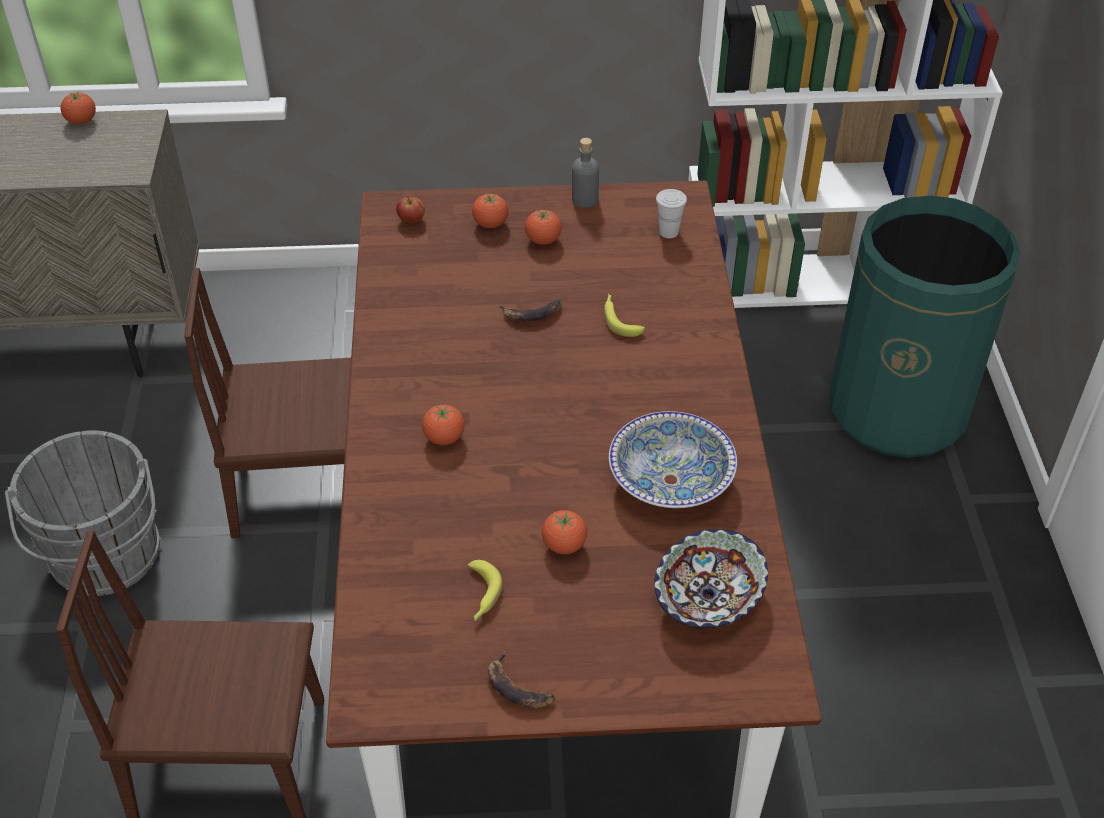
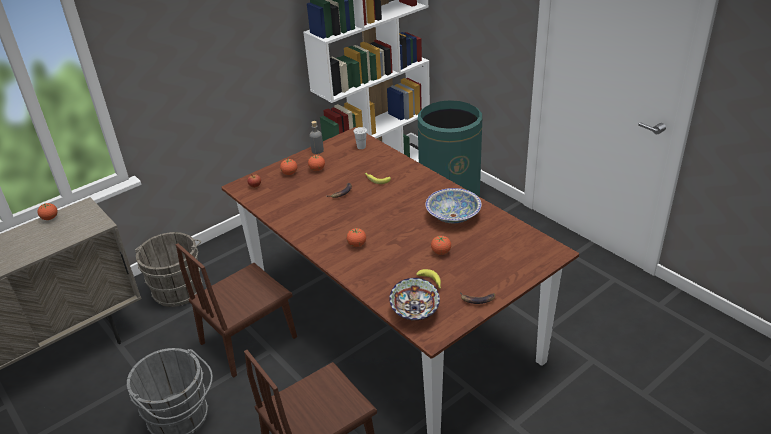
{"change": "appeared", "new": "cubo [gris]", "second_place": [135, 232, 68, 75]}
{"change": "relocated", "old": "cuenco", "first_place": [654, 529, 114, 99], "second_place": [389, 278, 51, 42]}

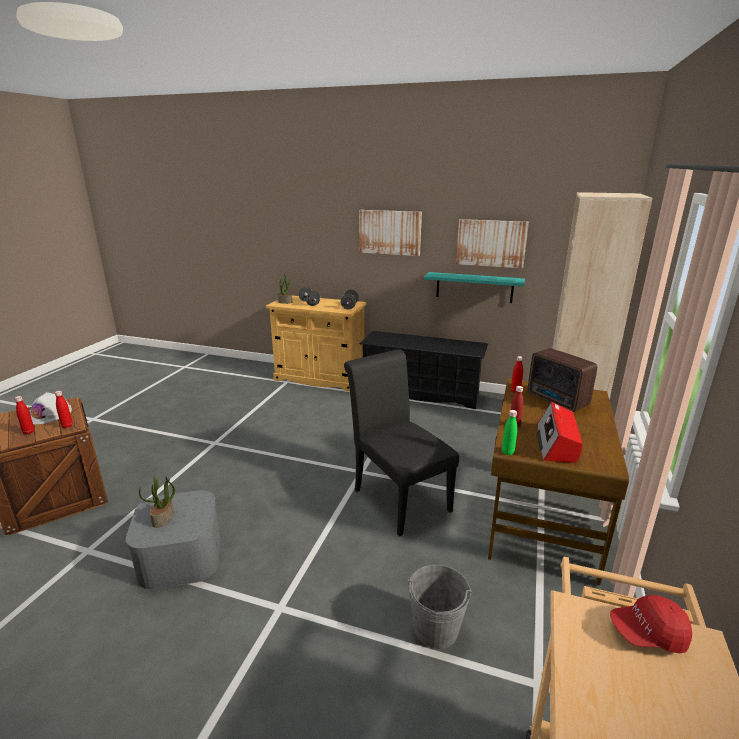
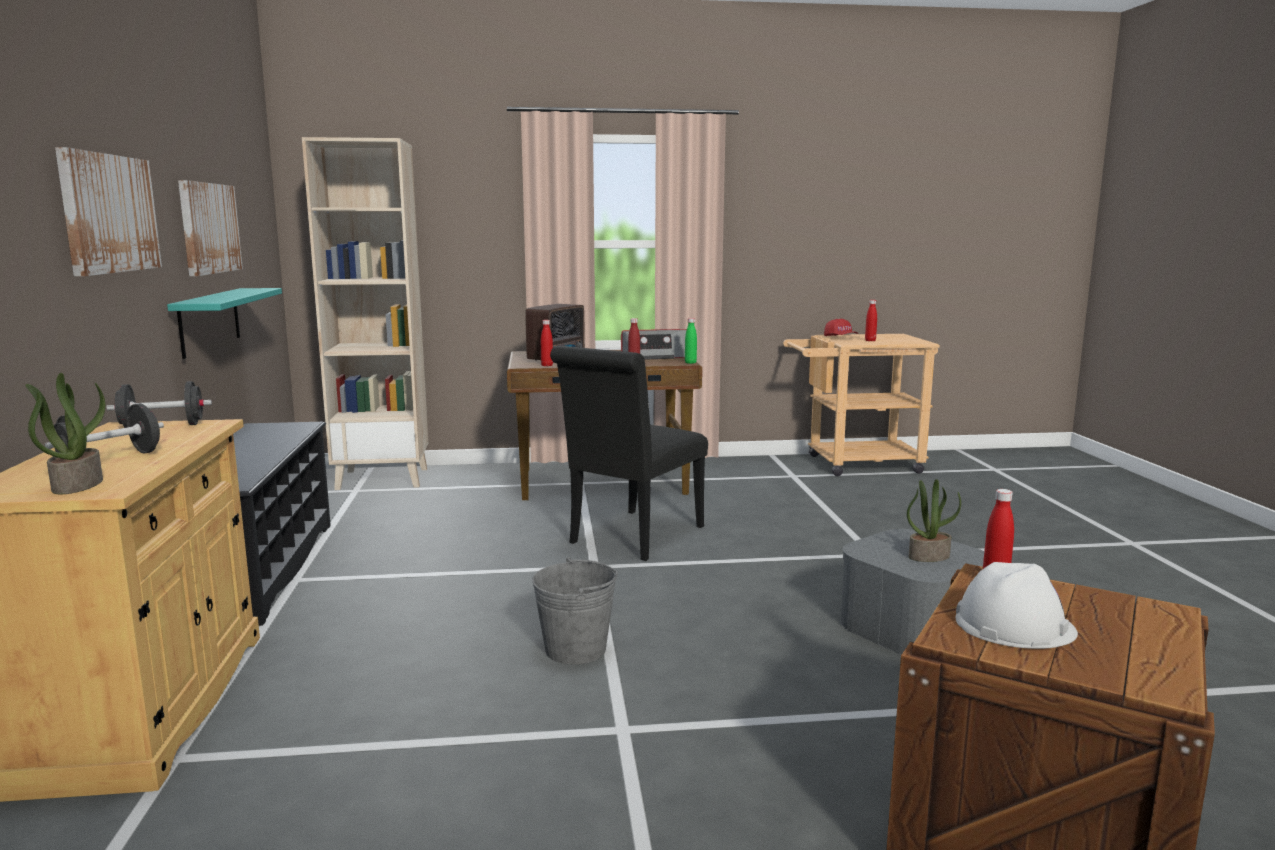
{"change": "relocated", "old": "cubo [gris]", "first_place": [408, 565, 64, 84], "second_place": [532, 557, 86, 107]}
{"change": "relocated", "old": "botella [rojo]", "first_place": [14, 396, 21, 38], "second_place": [865, 300, 12, 41]}

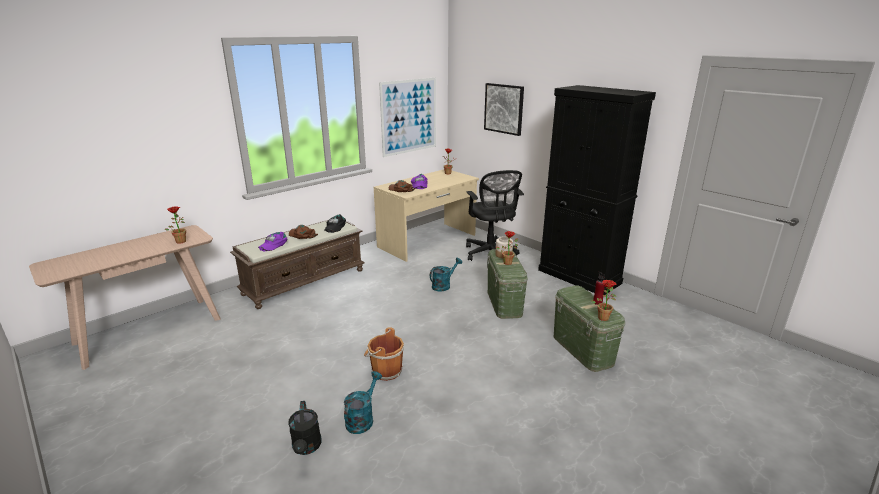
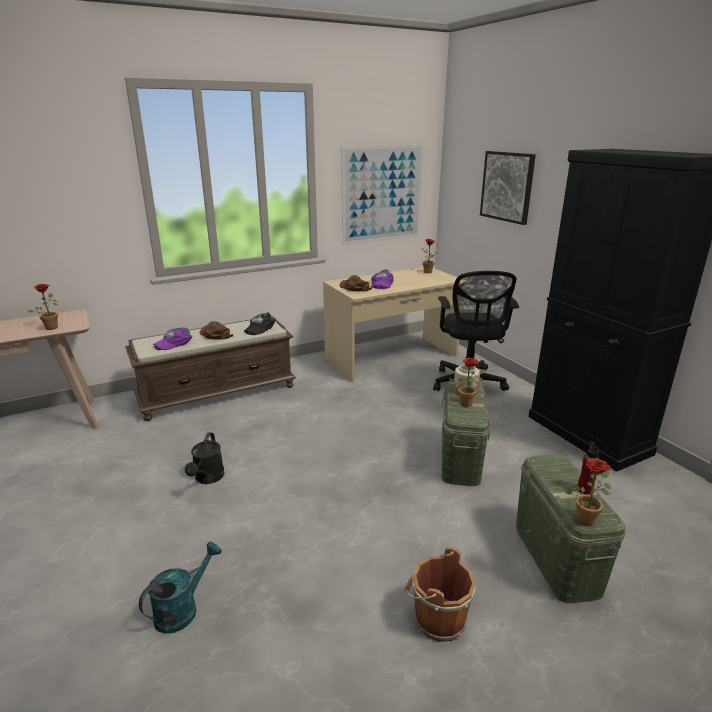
{"change": "relocated", "old": "regadera [negro]", "first_place": [288, 401, 33, 54], "second_place": [185, 433, 40, 51]}
{"change": "relocated", "old": "cubo [marrón]", "first_place": [364, 327, 40, 54], "second_place": [405, 547, 71, 95]}
{"change": "missing", "old": "regadera [turquesa]", "first_place": [430, 258, 32, 34]}

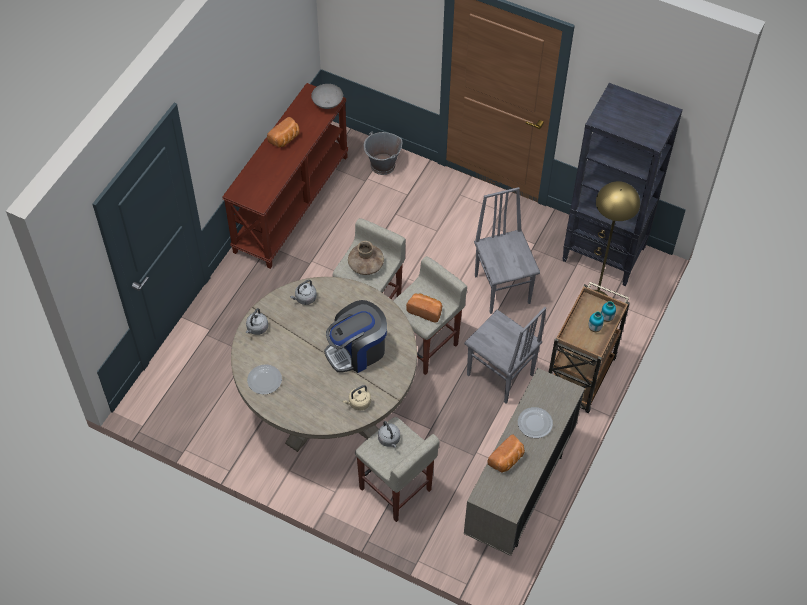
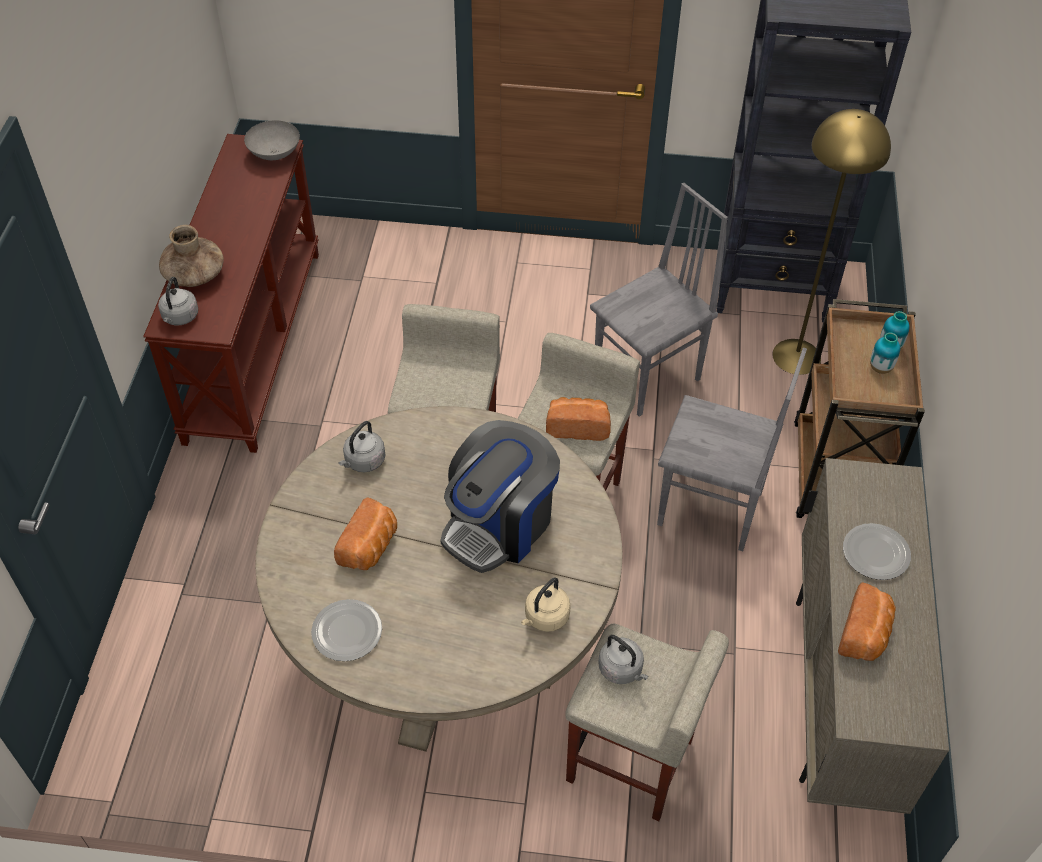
{"change": "relocated", "old": "hervidor [gris]", "first_place": [246, 308, 22, 27], "second_place": [158, 277, 40, 48]}
{"change": "relocated", "old": "florero [marrón]", "first_place": [348, 241, 36, 34], "second_place": [159, 225, 65, 62]}
{"change": "relocated", "old": "pan", "first_place": [267, 117, 33, 31], "second_place": [334, 497, 63, 73]}
{"change": "spun", "old": "silla [gris]", "first_place": [474, 187, 66, 127], "second_place": [590, 183, 138, 234], "degrees": 90}
{"change": "missing", "old": "cubo [gris]", "first_place": [364, 132, 38, 43]}

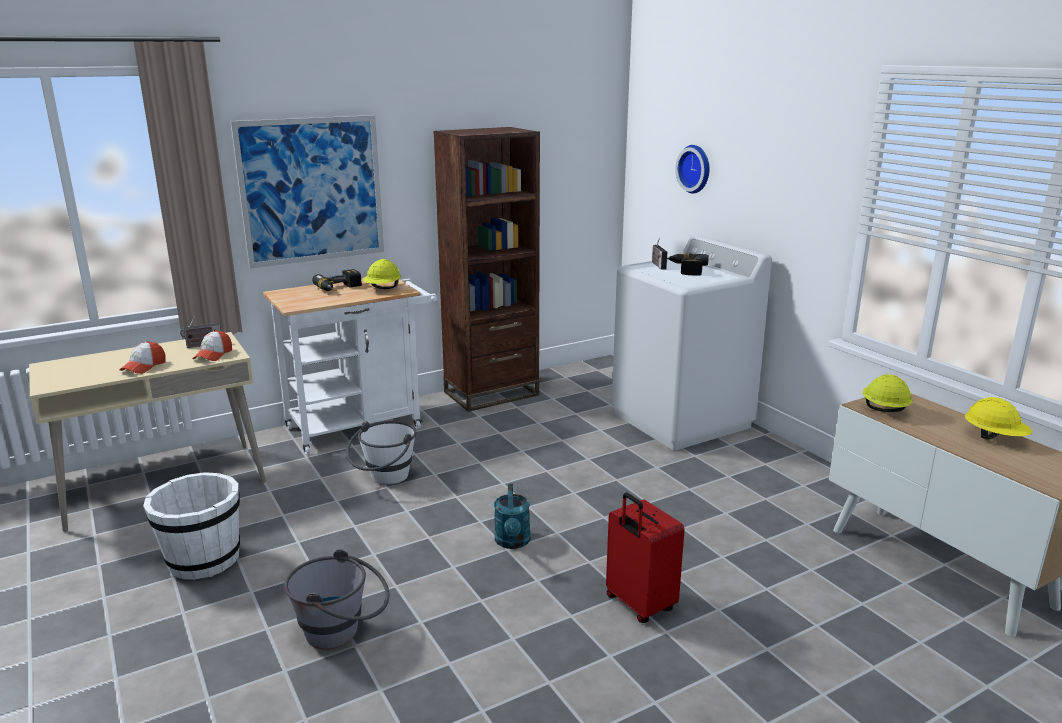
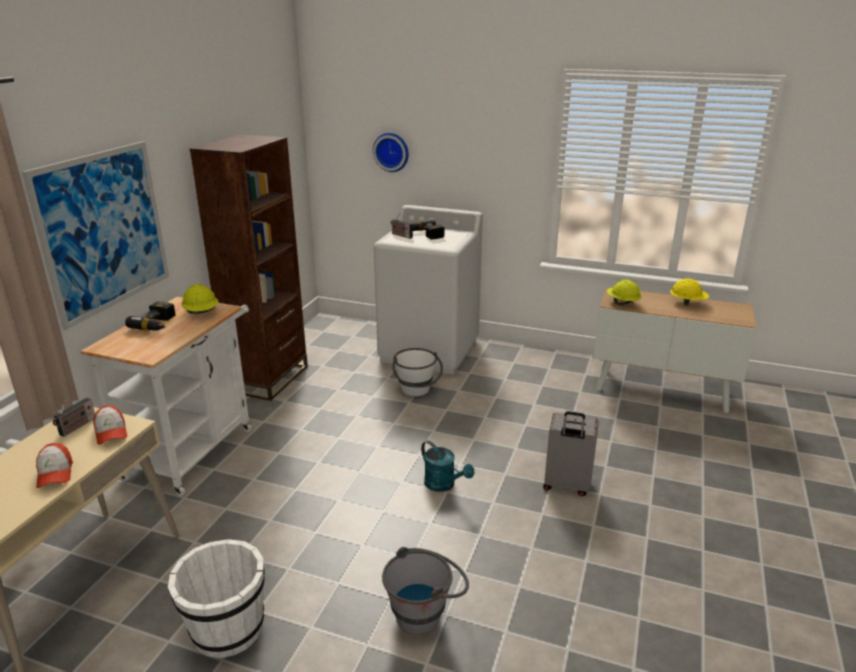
{"change": "relocated", "old": "cubo [blanco]", "first_place": [346, 421, 70, 64], "second_place": [393, 348, 50, 49]}
{"change": "colour", "old": "maleta [rojo]", "new": "maleta [gris]", "first_place": [606, 493, 79, 130], "second_place": [543, 411, 56, 85]}

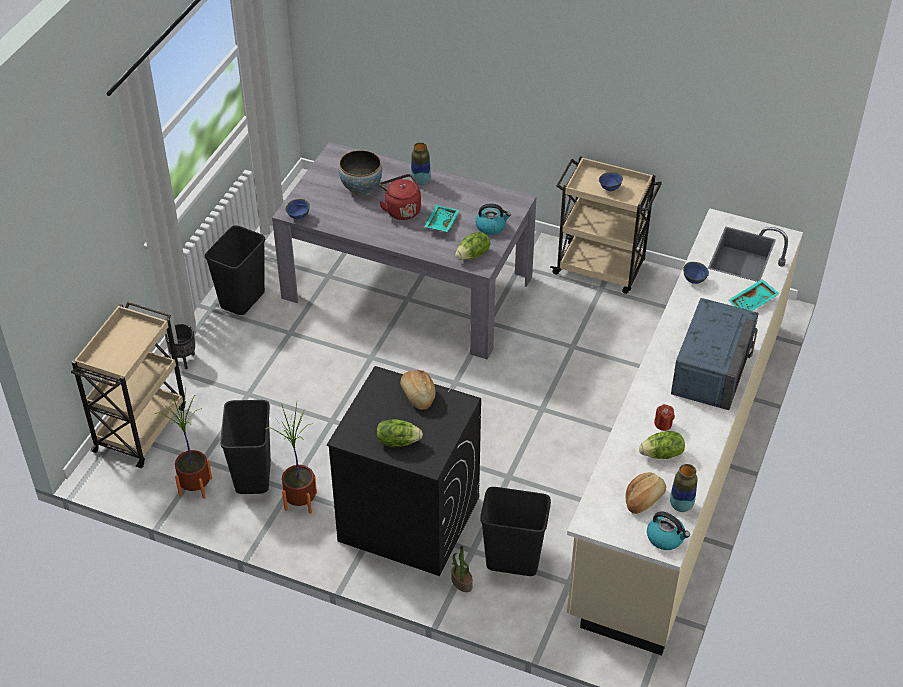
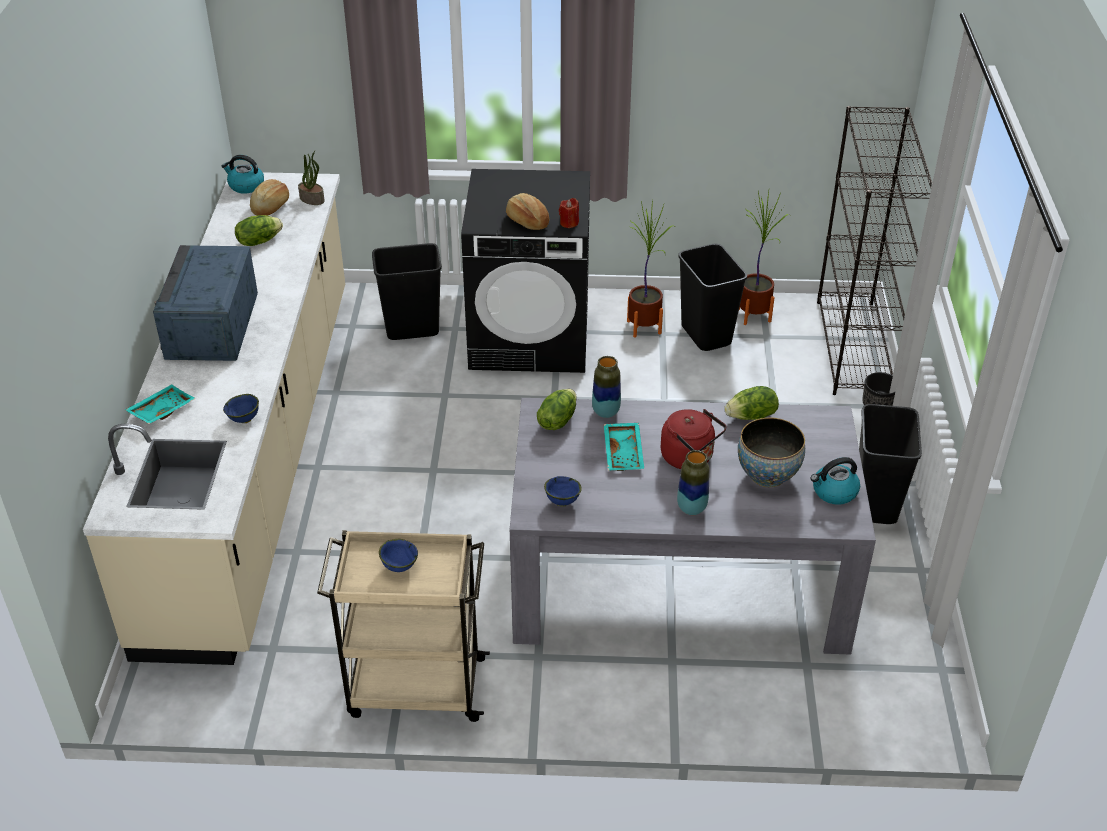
{"change": "relocated", "old": "planta en maceta", "first_place": [451, 546, 22, 46], "second_place": [298, 151, 27, 54]}
{"change": "relocated", "old": "cuenco [azul]", "first_place": [286, 199, 24, 20], "second_place": [544, 476, 38, 31]}
{"change": "relocated", "old": "vela [rojo]", "first_place": [654, 404, 21, 27], "second_place": [559, 198, 20, 30]}
{"change": "relocated", "old": "florero", "first_place": [670, 464, 27, 48], "second_place": [592, 356, 29, 62]}
{"change": "relocated", "old": "lechuga", "first_place": [376, 419, 47, 28], "second_place": [724, 386, 55, 34]}
{"change": "relocated", "old": "hervidor", "first_place": [475, 203, 36, 32], "second_place": [810, 457, 50, 48]}
{"change": "exchanged", "old": "carrito [beis]", "new": "estantería [negro]", "first_place": [71, 302, 115, 166], "second_place": [817, 106, 115, 289]}

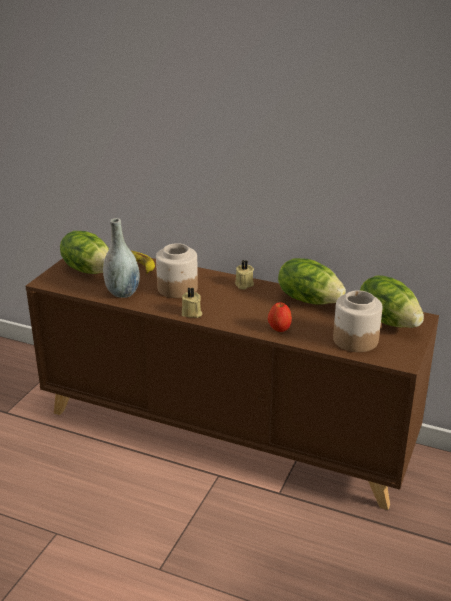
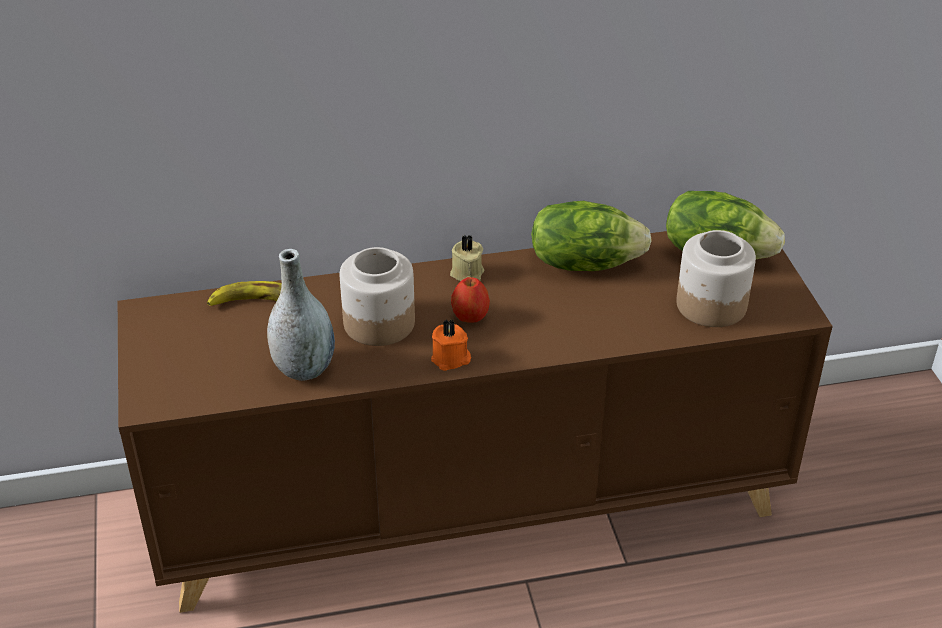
{"change": "colour", "old": "vela [beis]", "new": "vela [naranja]", "first_place": [181, 287, 21, 31], "second_place": [431, 319, 40, 52]}
{"change": "relocated", "old": "manzana", "first_place": [268, 302, 24, 30], "second_place": [451, 277, 39, 46]}
{"change": "missing", "old": "lechuga", "first_place": [60, 231, 49, 43]}

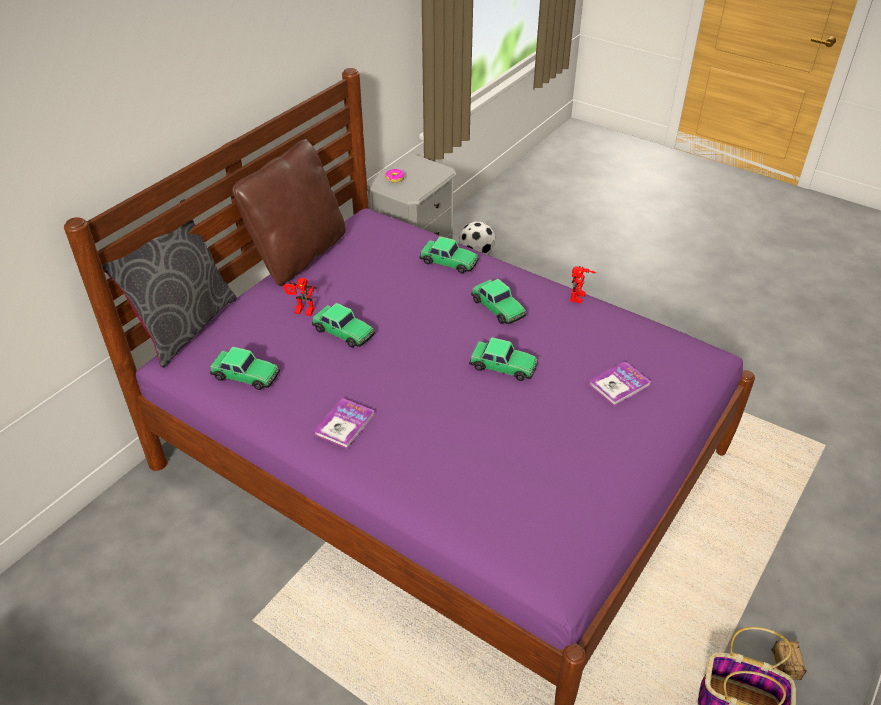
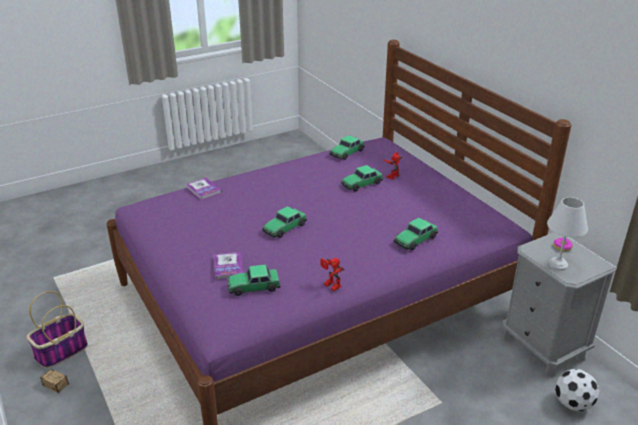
{"change": "relocated", "old": "libro", "first_place": [313, 398, 62, 51], "second_place": [186, 178, 36, 22]}
{"change": "relocated", "old": "coche de juguete", "first_place": [471, 279, 56, 46], "second_place": [228, 265, 52, 31]}
{"change": "appeared", "new": "lámpara de mesa [blanco]", "second_place": [547, 197, 41, 74]}
{"change": "missing", "old": "cojín [gris]", "first_place": [102, 199, 135, 169]}
{"change": "missing", "old": "cojín [marrón]", "first_place": [232, 139, 114, 147]}

